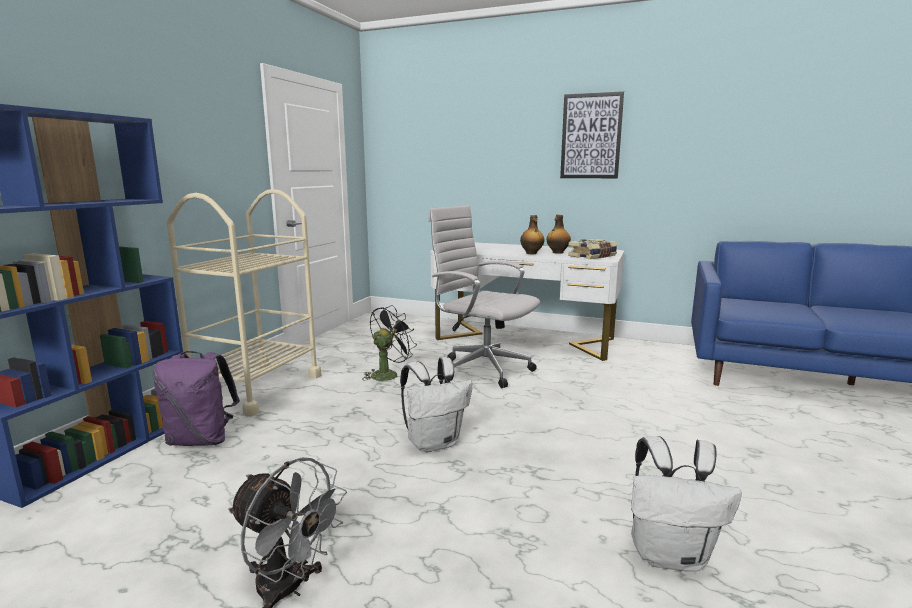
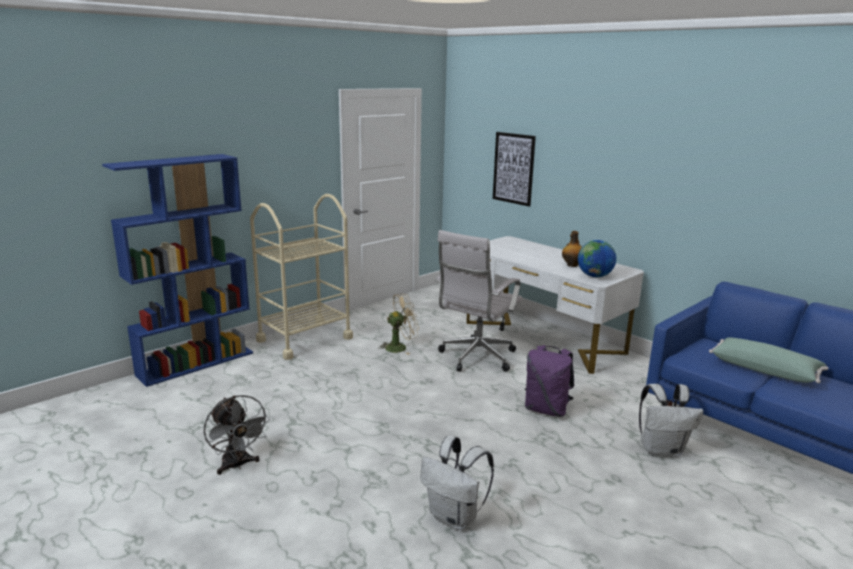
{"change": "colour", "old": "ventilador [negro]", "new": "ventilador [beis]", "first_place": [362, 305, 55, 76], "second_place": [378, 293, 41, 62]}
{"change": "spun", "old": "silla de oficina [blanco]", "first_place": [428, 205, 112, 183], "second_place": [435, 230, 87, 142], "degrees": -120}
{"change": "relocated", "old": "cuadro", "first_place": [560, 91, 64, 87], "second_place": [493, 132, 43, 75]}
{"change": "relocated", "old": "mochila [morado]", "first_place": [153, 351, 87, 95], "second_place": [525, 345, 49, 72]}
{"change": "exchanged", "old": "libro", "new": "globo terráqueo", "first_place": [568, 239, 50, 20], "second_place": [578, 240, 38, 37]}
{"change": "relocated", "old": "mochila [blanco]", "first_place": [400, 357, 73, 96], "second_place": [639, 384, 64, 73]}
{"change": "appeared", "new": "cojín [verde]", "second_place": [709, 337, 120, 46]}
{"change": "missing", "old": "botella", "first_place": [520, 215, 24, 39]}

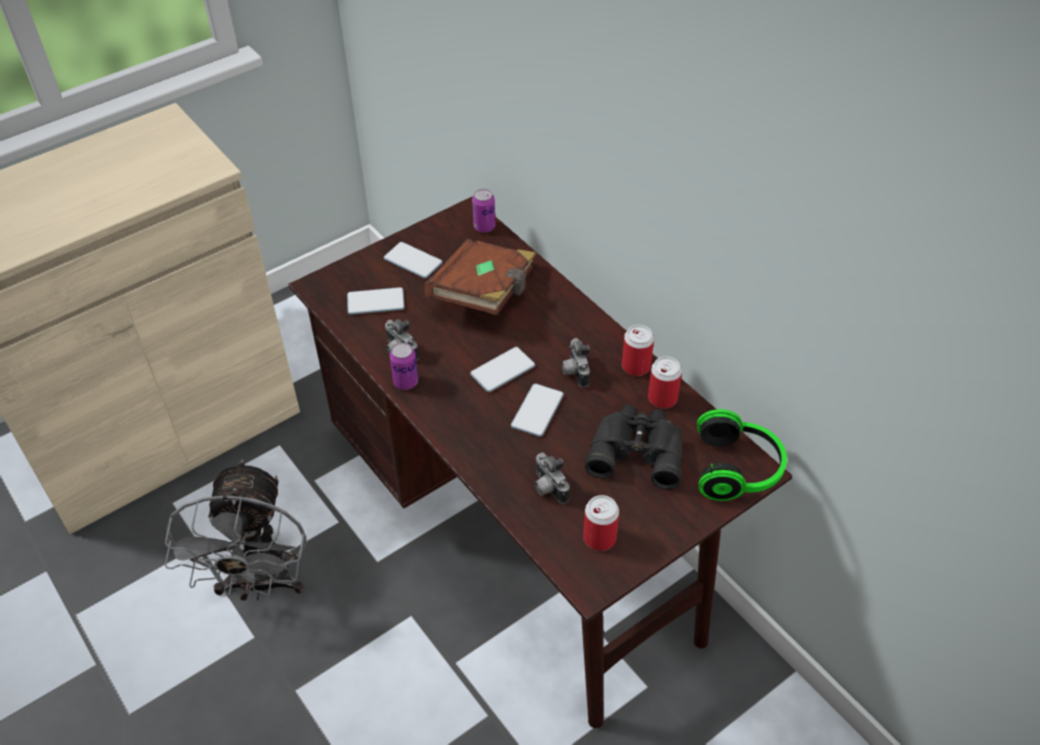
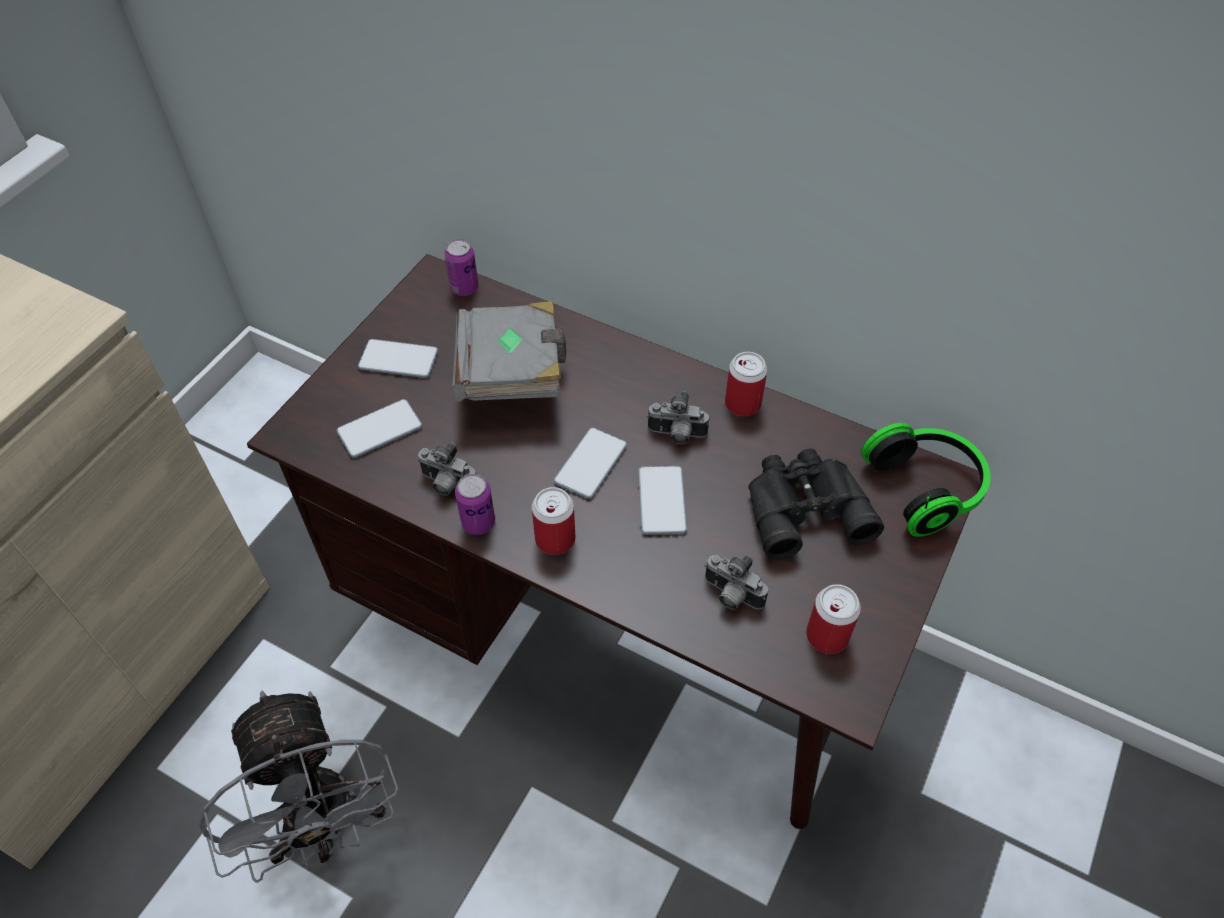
{"change": "colour", "old": "libro [marrón]", "new": "libro [gris]", "first_place": [423, 239, 113, 76], "second_place": [452, 301, 114, 101]}
{"change": "relocated", "old": "lata", "first_place": [648, 356, 34, 53], "second_place": [532, 487, 44, 68]}
{"change": "spun", "old": "cámara", "first_place": [562, 338, 28, 50], "second_place": [647, 391, 62, 53], "degrees": -45}

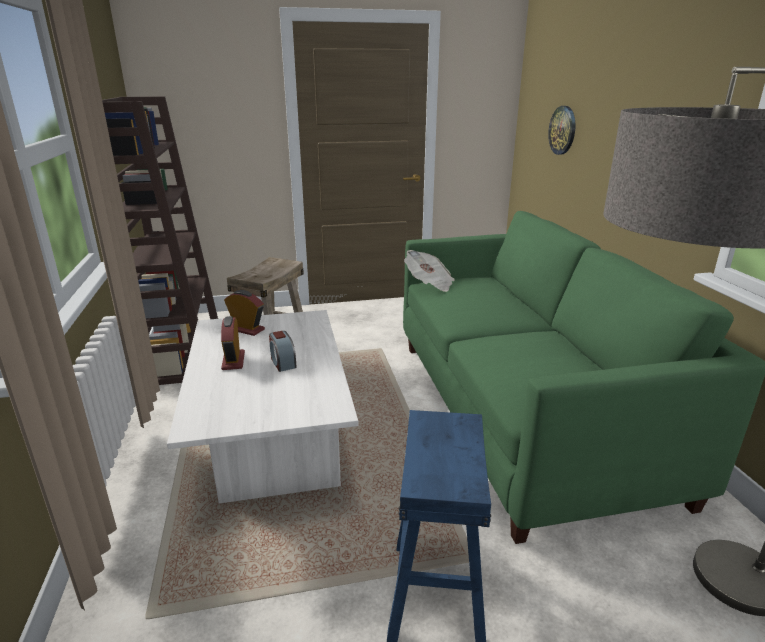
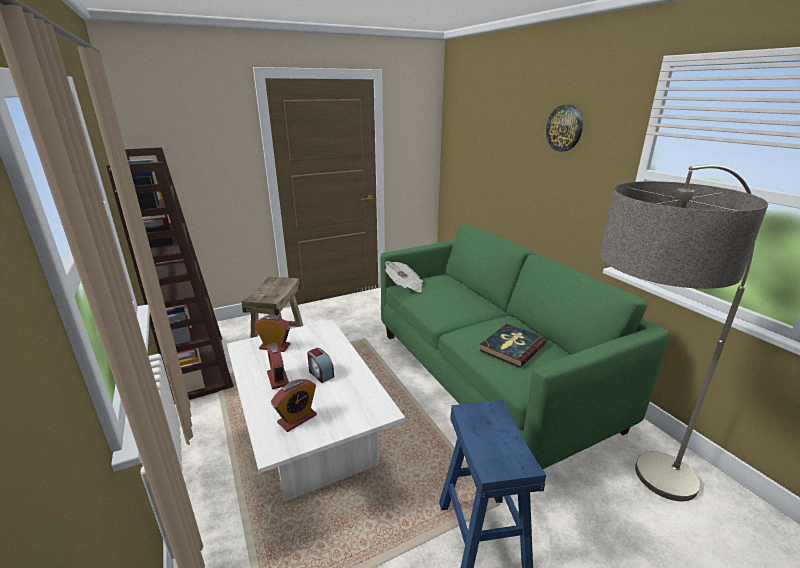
{"change": "appeared", "new": "despertador", "second_place": [271, 379, 46, 53]}
{"change": "appeared", "new": "libro", "second_place": [480, 324, 66, 44]}
{"change": "relocated", "old": "reloj de pared", "first_place": [548, 106, 27, 49], "second_place": [546, 105, 37, 47]}

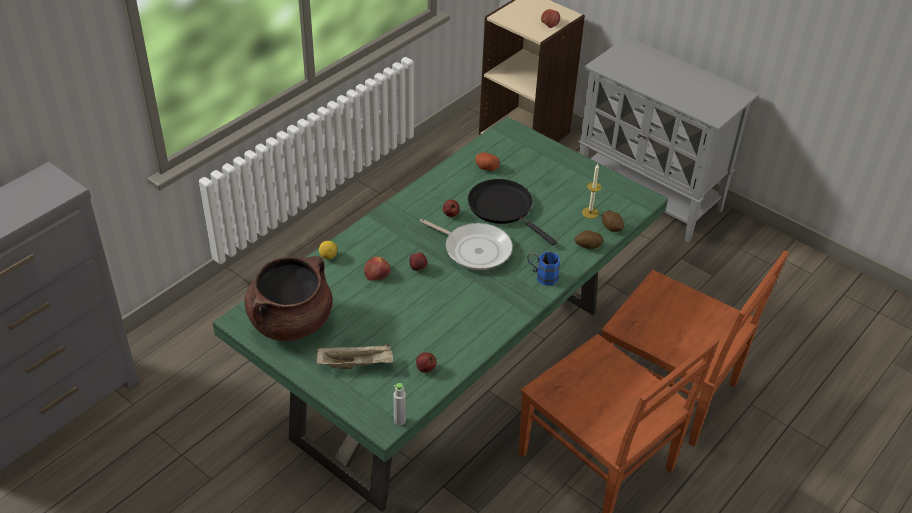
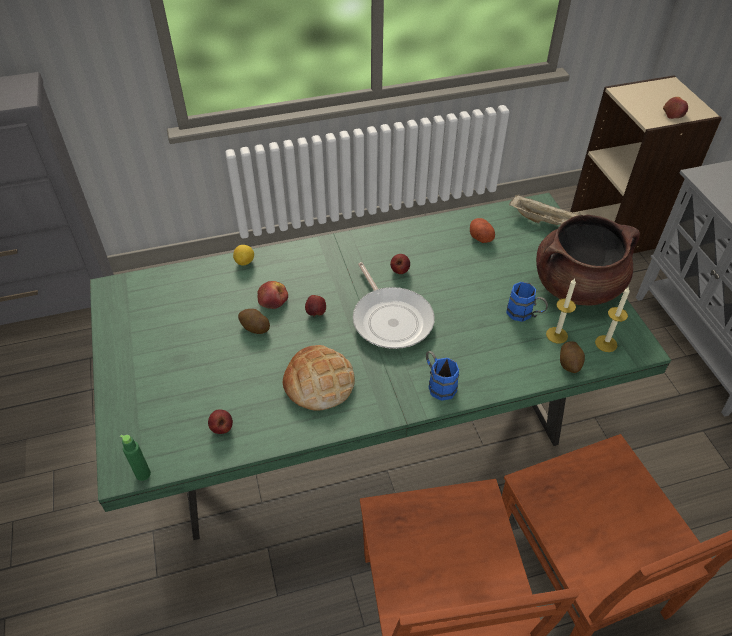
{"change": "colour", "old": "botella [gris]", "new": "botella [verde]", "first_place": [393, 383, 13, 42], "second_place": [120, 435, 31, 46]}
{"change": "relocated", "old": "patata", "first_place": [574, 230, 29, 19], "second_place": [238, 309, 32, 25]}
{"change": "appeared", "new": "pan", "second_place": [283, 345, 72, 66]}
{"change": "appeared", "new": "taza grande [azul]", "second_place": [506, 282, 42, 40]}
{"change": "relocated", "old": "bandeja [beis]", "first_place": [316, 344, 77, 25], "second_place": [509, 194, 72, 31]}
{"change": "relocated", "old": "olla [marrón]", "first_place": [244, 256, 89, 85], "second_place": [536, 215, 104, 90]}
{"change": "appeared", "new": "vela", "second_place": [595, 287, 35, 65]}
{"change": "missing", "old": "sartén [negro]", "first_place": [468, 179, 89, 67]}

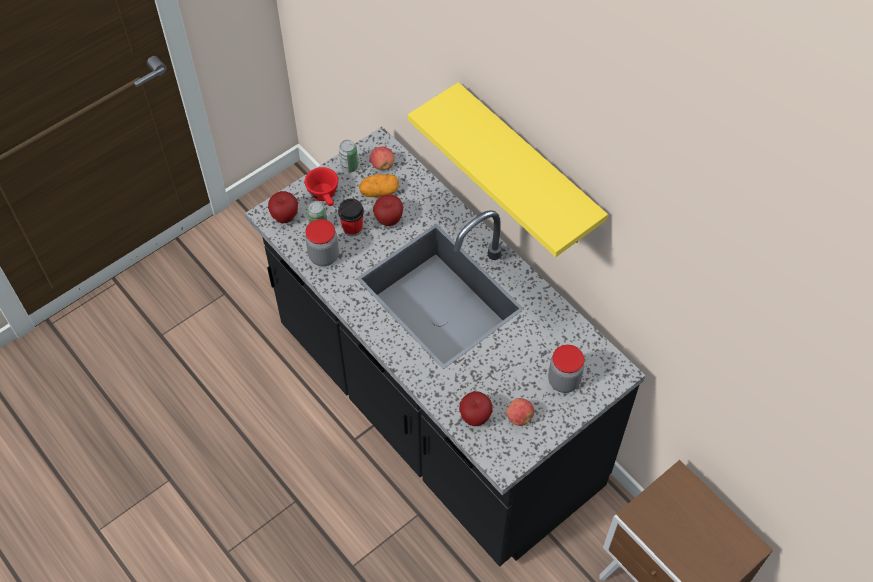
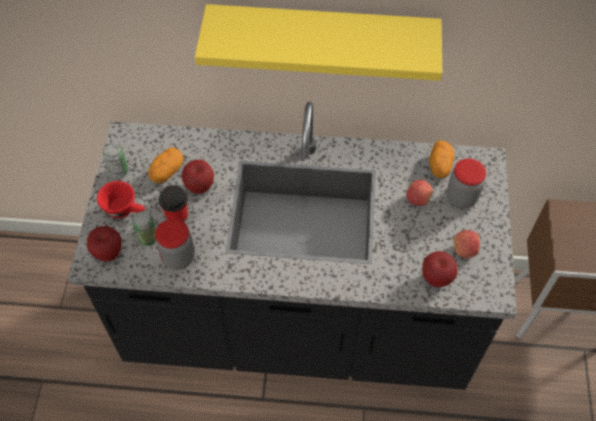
{"change": "relocated", "old": "manzana", "first_place": [370, 146, 24, 25], "second_place": [406, 180, 27, 26]}
{"change": "appeared", "new": "patata", "second_place": [429, 140, 25, 38]}

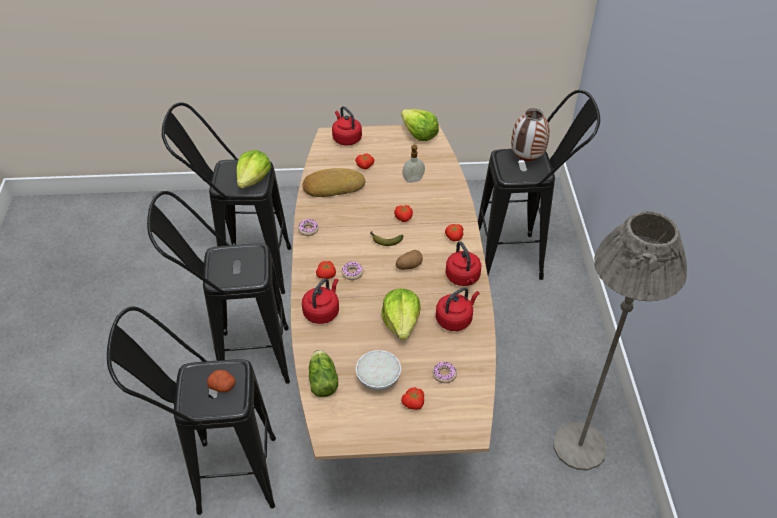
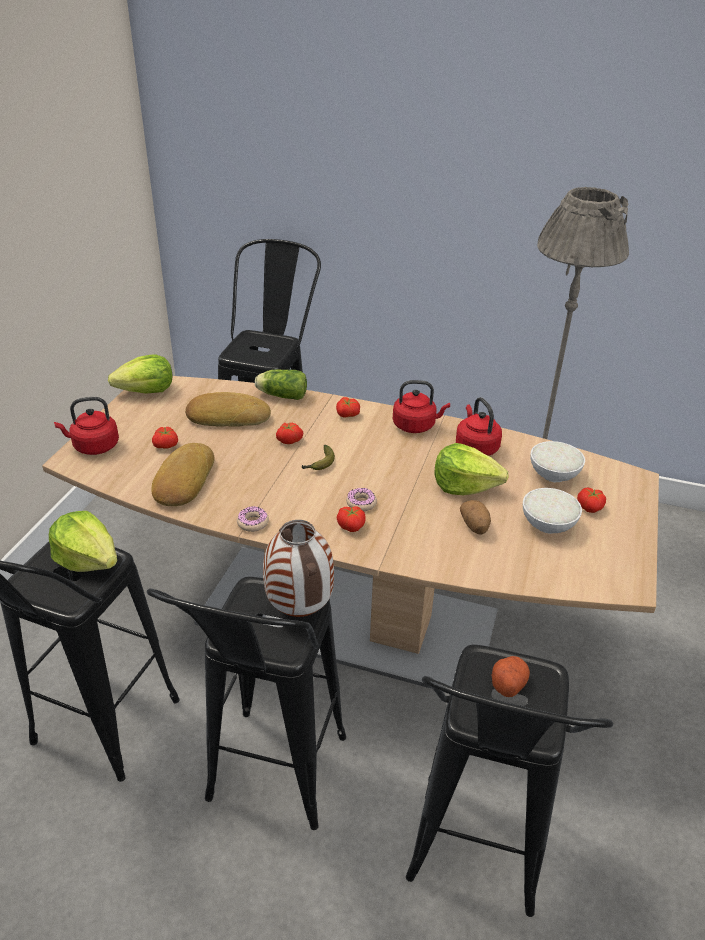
{"change": "exchanged", "old": "dispensador de jabón", "new": "pan", "first_place": [402, 145, 23, 38], "second_place": [185, 392, 86, 35]}
{"change": "relocated", "old": "lechuga", "first_place": [309, 350, 29, 47], "second_place": [255, 369, 52, 31]}
{"change": "relocated", "old": "florero", "first_place": [511, 108, 39, 53], "second_place": [263, 520, 71, 97]}
{"change": "relocated", "old": "patata", "first_place": [396, 250, 27, 20], "second_place": [460, 500, 31, 35]}
{"change": "exchanged", "old": "rosquilla", "new": "cuenco [blanco]", "first_place": [433, 362, 24, 21], "second_place": [530, 441, 55, 41]}
{"change": "missing", "old": "hervidor [rojo]", "first_place": [302, 278, 37, 46]}

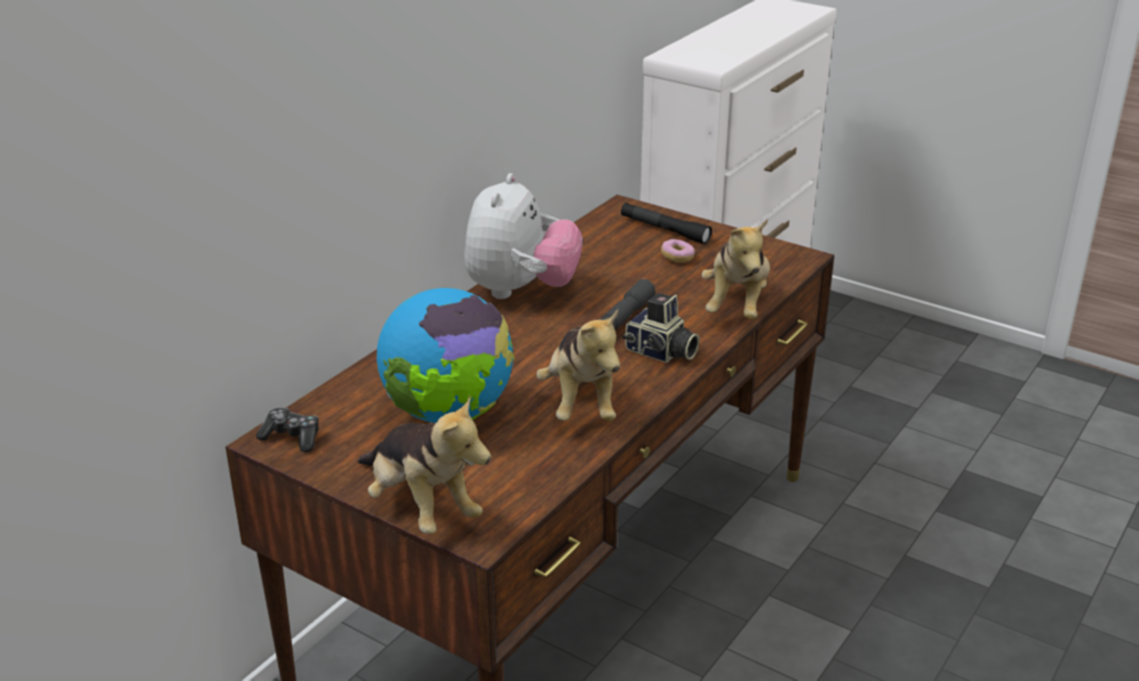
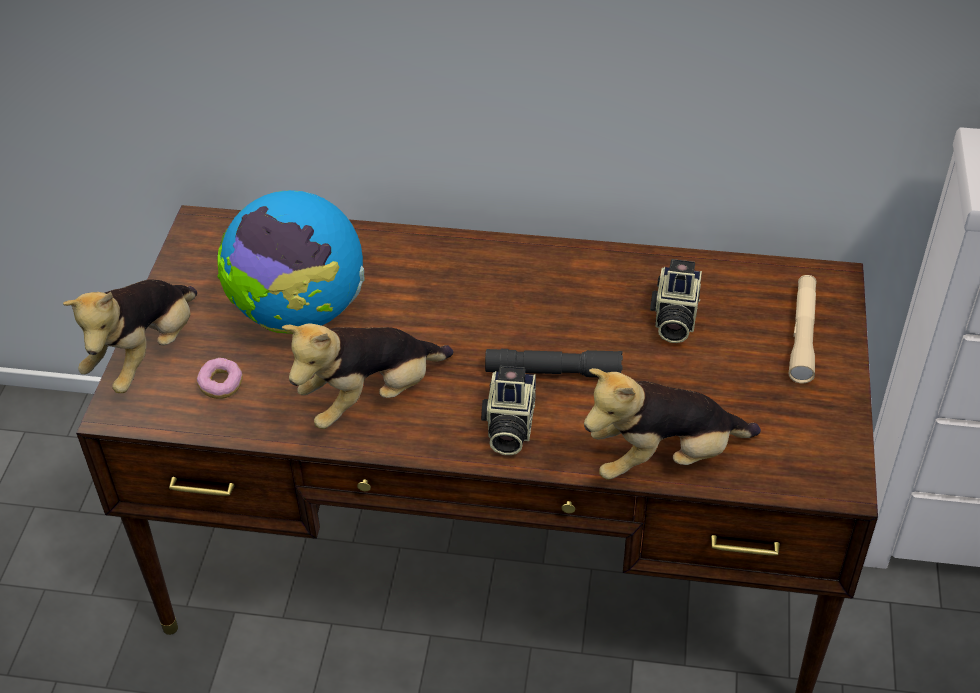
{"change": "relocated", "old": "rosquilla", "first_place": [661, 239, 34, 24], "second_place": [197, 358, 46, 41]}
{"change": "appeared", "new": "cámara", "second_place": [650, 259, 52, 84]}
{"change": "colour", "old": "linterna [negro]", "new": "linterna [beis]", "first_place": [621, 203, 91, 41], "second_place": [789, 275, 28, 108]}
{"change": "missing", "old": "mando de consola", "first_place": [256, 408, 63, 44]}
{"change": "missing", "old": "peluche", "first_place": [464, 173, 119, 126]}

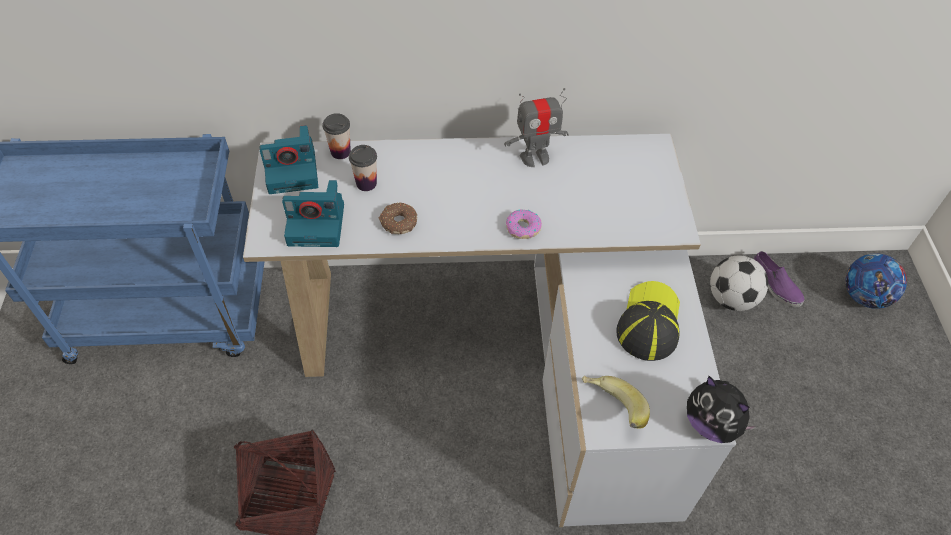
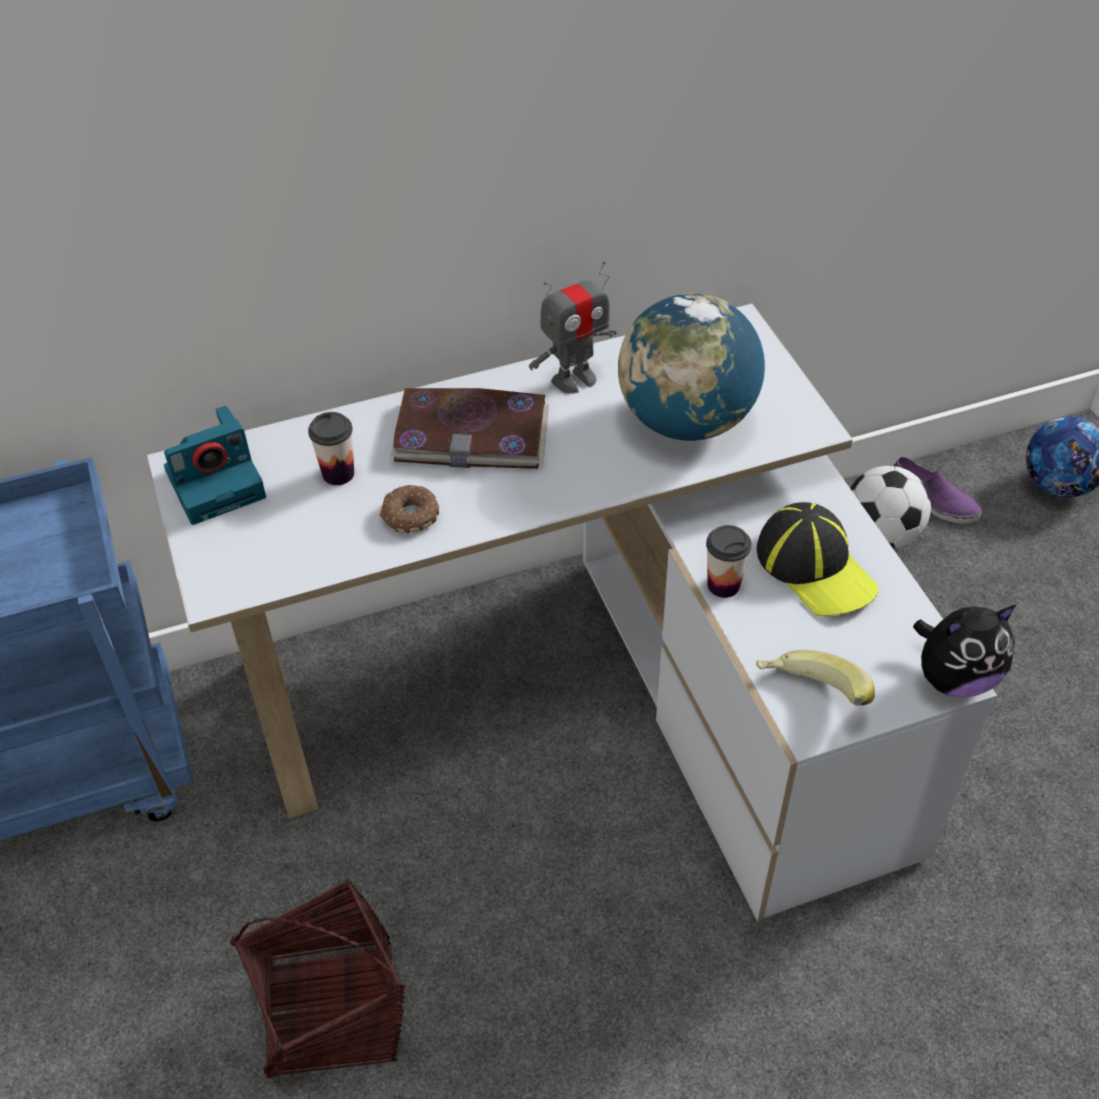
{"change": "appeared", "new": "libro", "second_place": [391, 388, 158, 81]}
{"change": "appeared", "new": "globo terráqueo", "second_place": [618, 293, 147, 148]}
{"change": "relocated", "old": "taza", "first_place": [322, 113, 29, 46], "second_place": [706, 525, 45, 73]}
{"change": "spun", "old": "gorra", "first_place": [616, 281, 64, 80], "second_place": [757, 502, 121, 114], "degrees": 150}
{"change": "spun", "old": "peluche", "first_place": [687, 376, 71, 67], "second_place": [913, 605, 103, 93], "degrees": -45}
{"change": "missing", "old": "cámara", "first_place": [282, 180, 62, 67]}
{"change": "missing", "old": "rosquilla", "first_place": [506, 209, 36, 30]}

